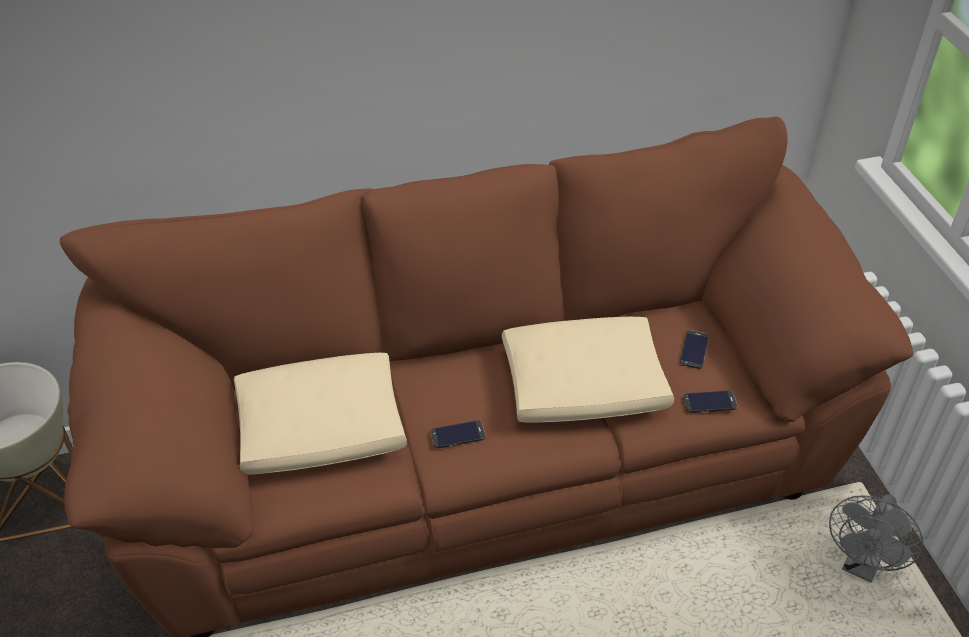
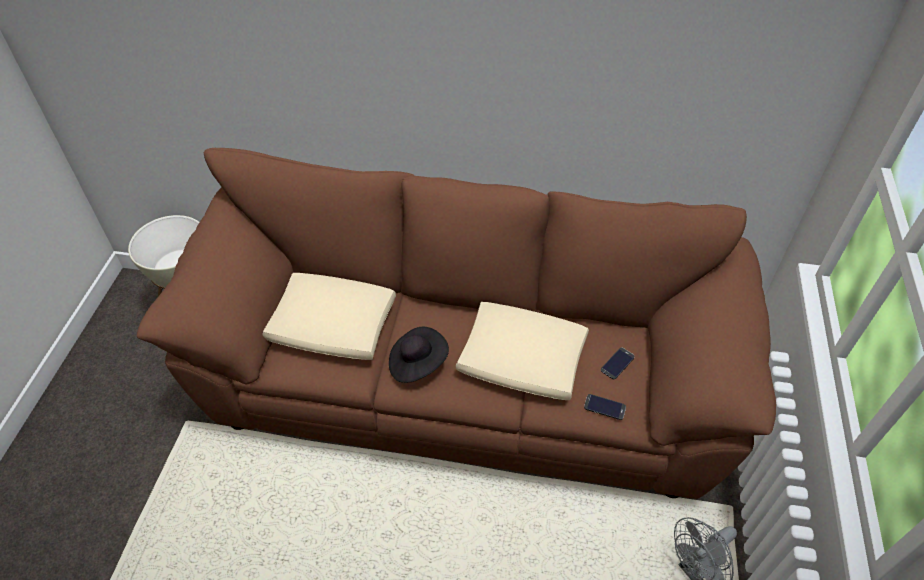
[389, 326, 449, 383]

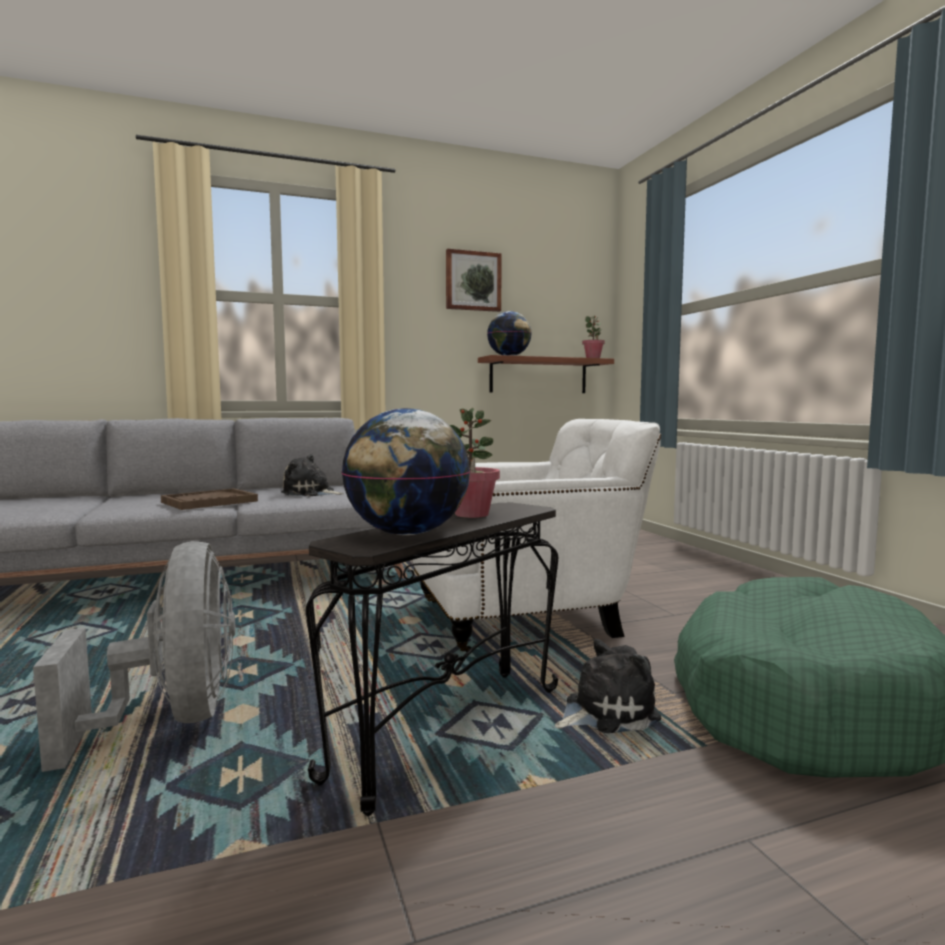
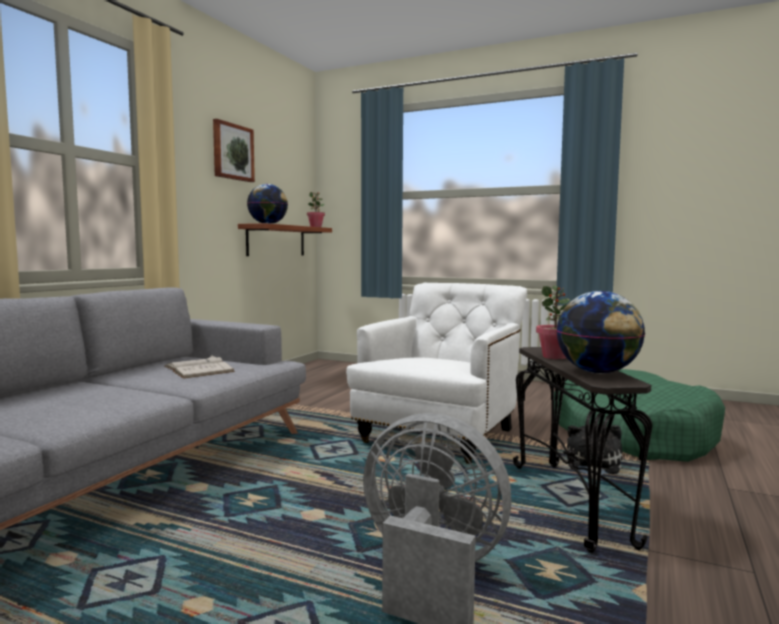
[165, 355, 235, 379]
[161, 488, 258, 510] (first image)

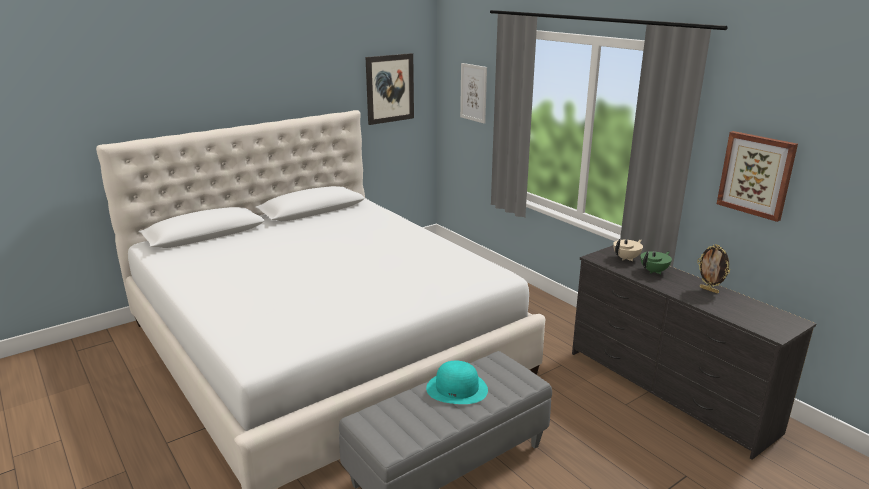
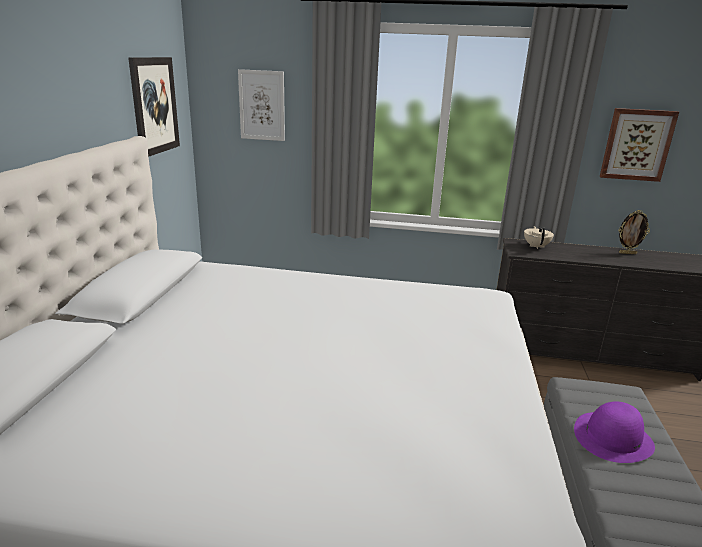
[640, 251, 672, 274] (first image)
[574, 401, 655, 463]

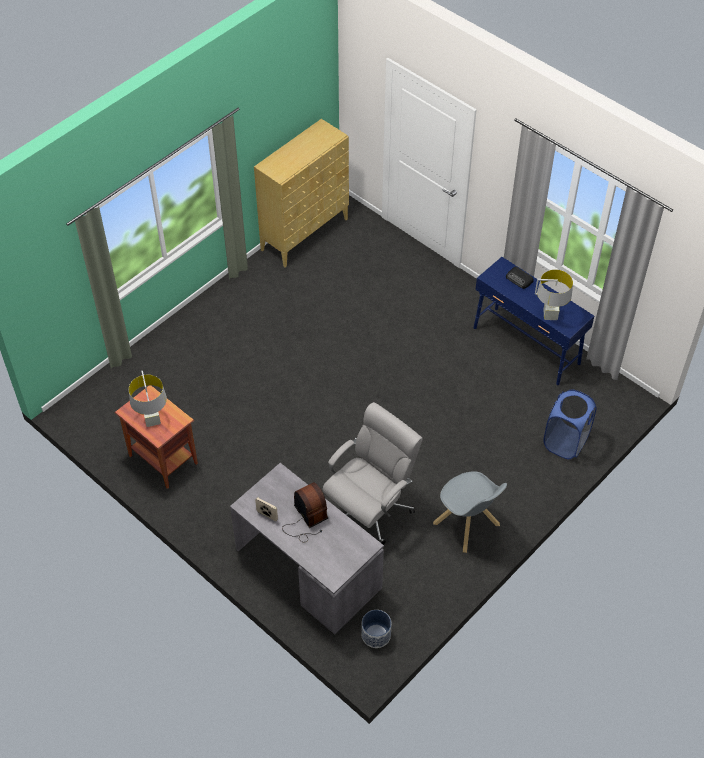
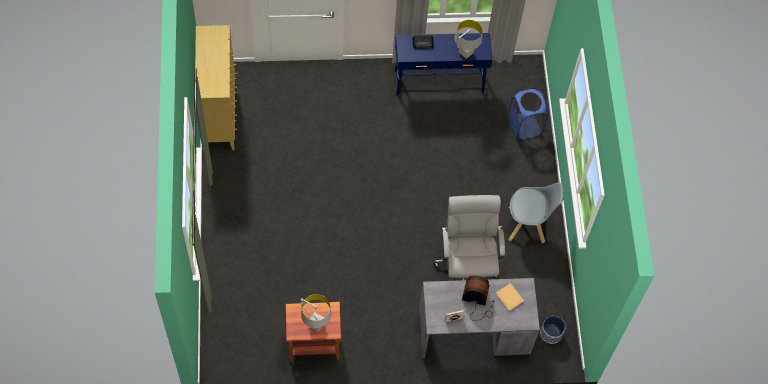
[495, 283, 524, 311]

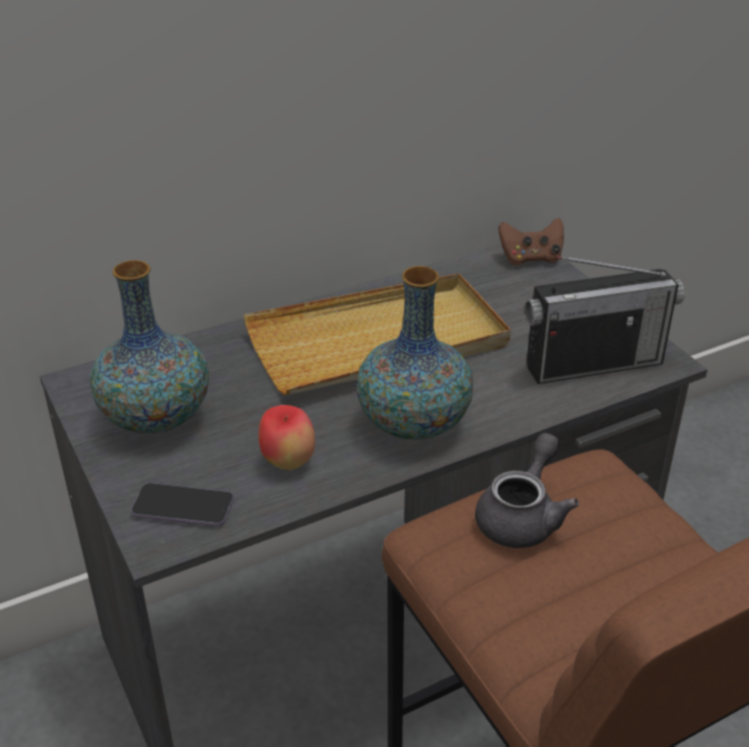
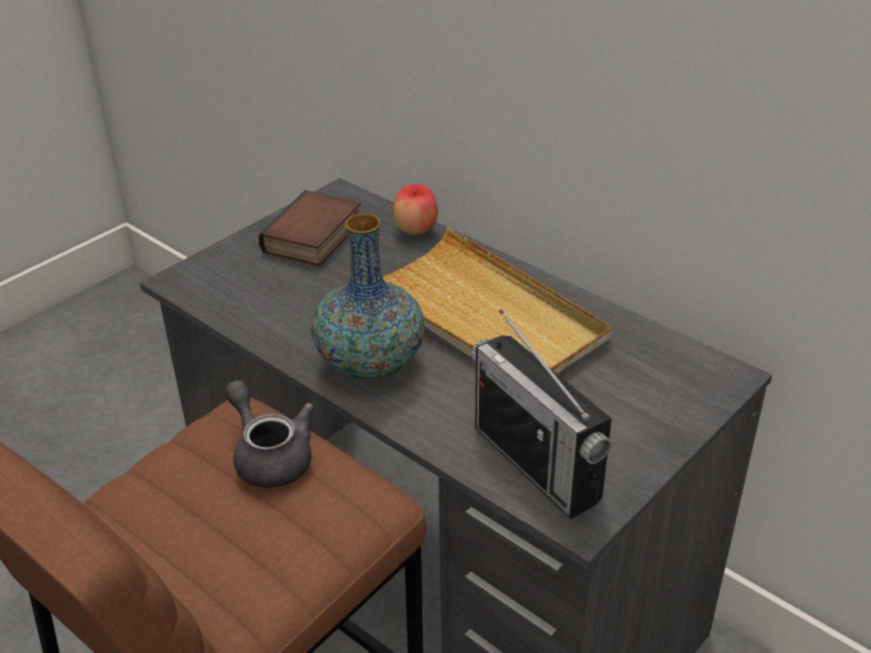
[499, 218, 564, 265] (first image)
[259, 190, 361, 266]
[393, 184, 438, 235]
[225, 380, 314, 488]
[131, 483, 234, 527] (first image)

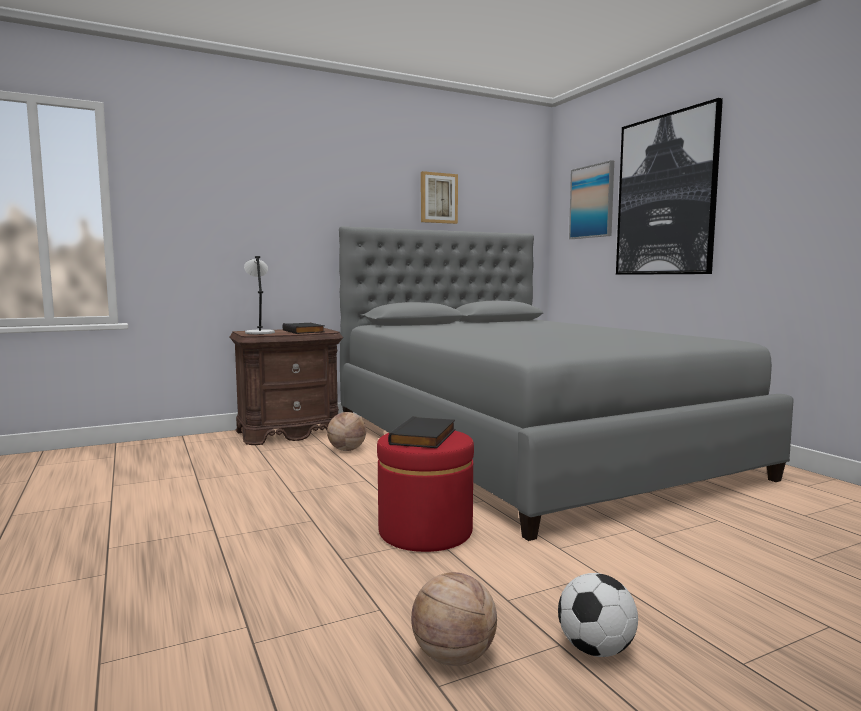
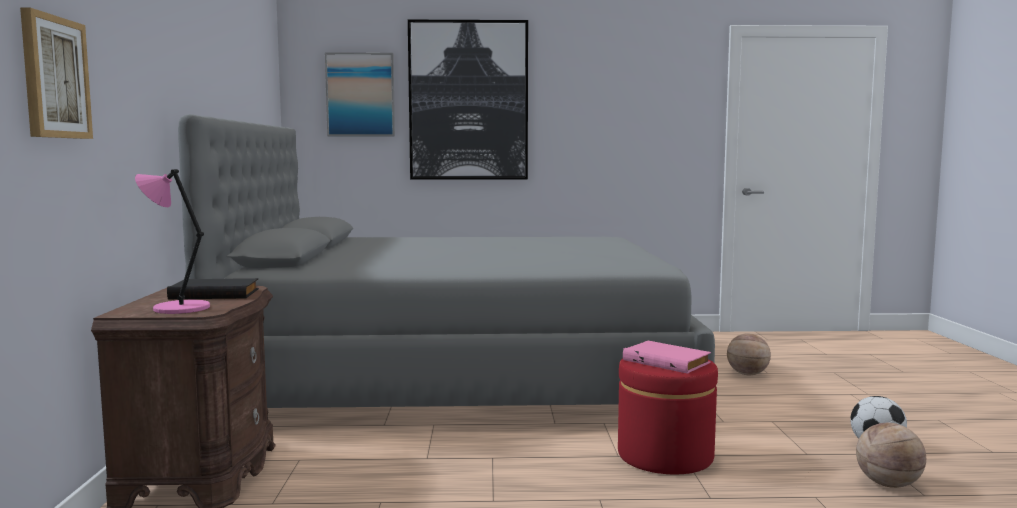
[20, 7, 93, 139]
[135, 169, 210, 314]
[727, 333, 771, 375]
[623, 341, 711, 374]

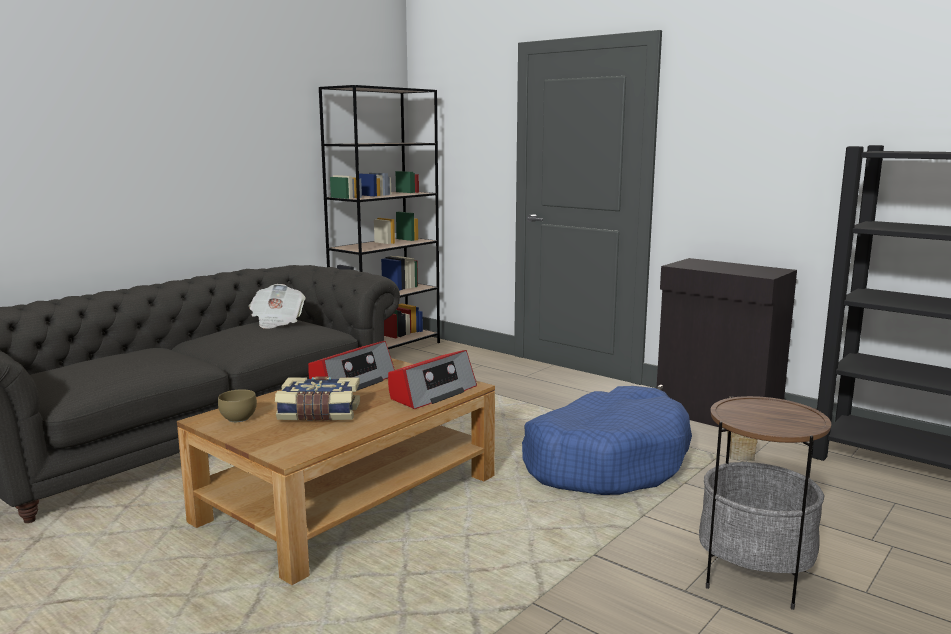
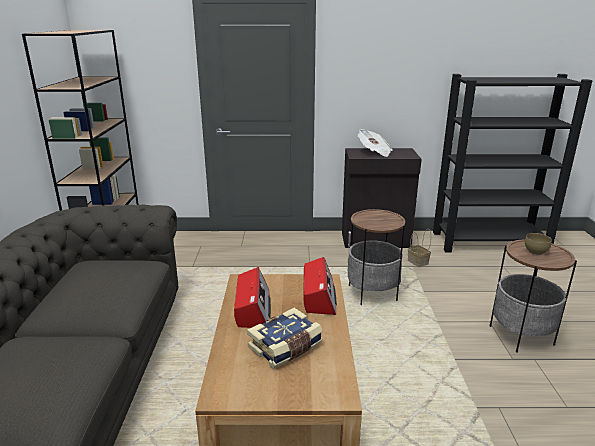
[358, 129, 392, 157]
[348, 209, 405, 305]
[525, 233, 552, 255]

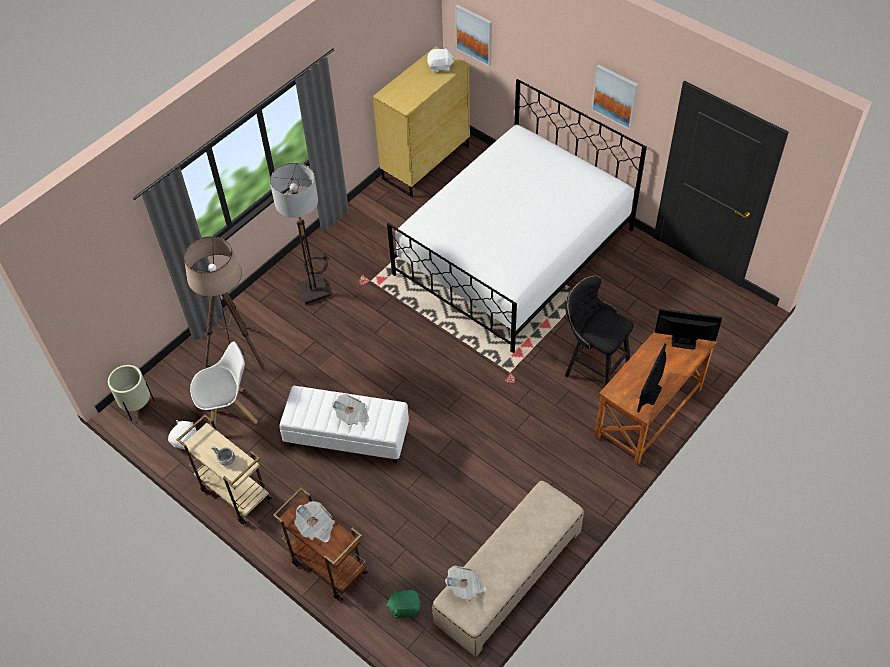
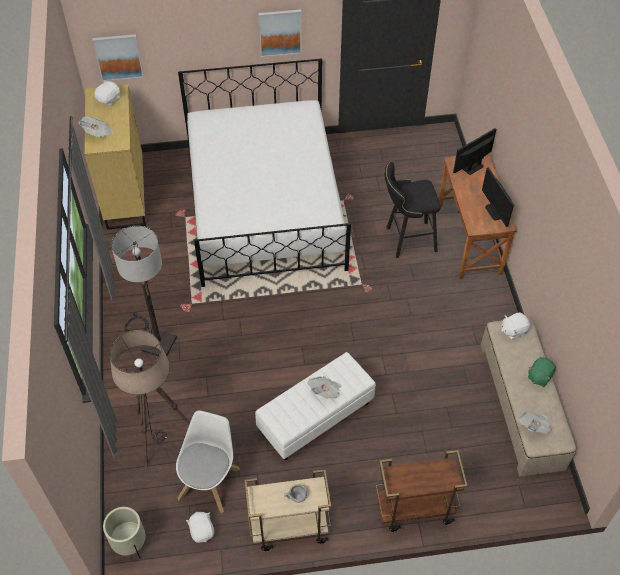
[78, 116, 114, 137]
[528, 357, 556, 387]
[501, 312, 531, 340]

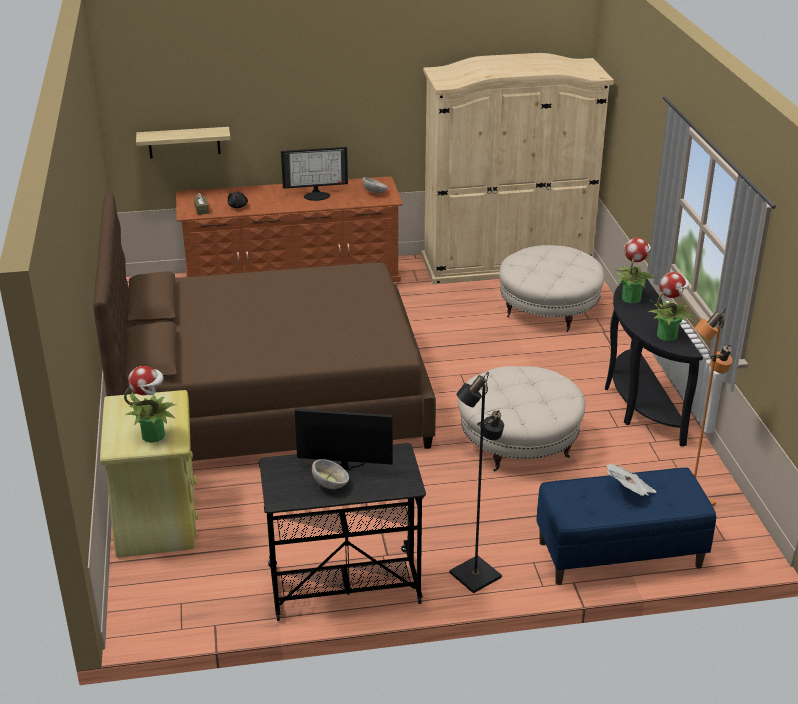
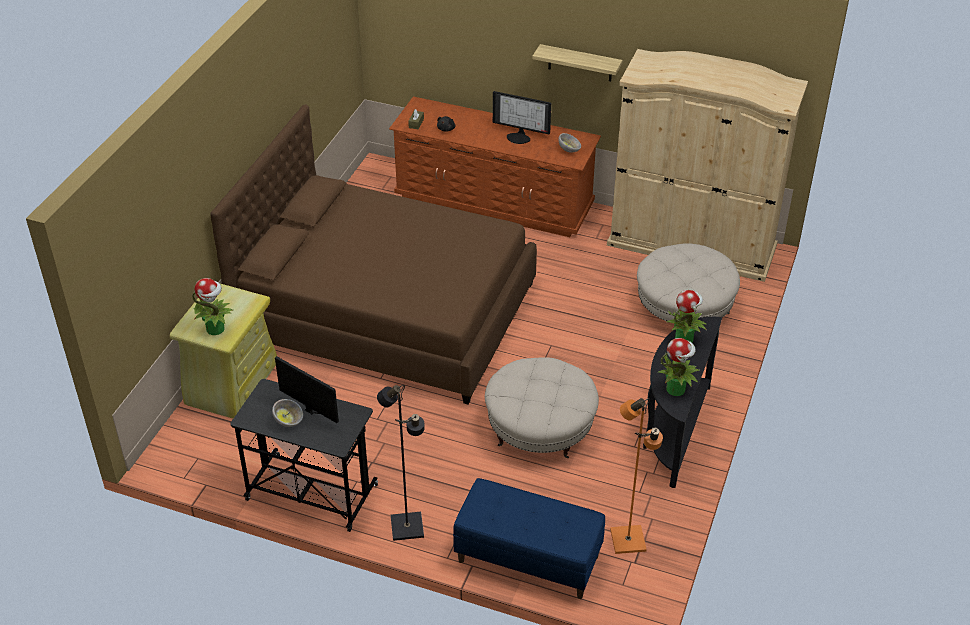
[532, 44, 622, 81]
[606, 464, 656, 496] (first image)

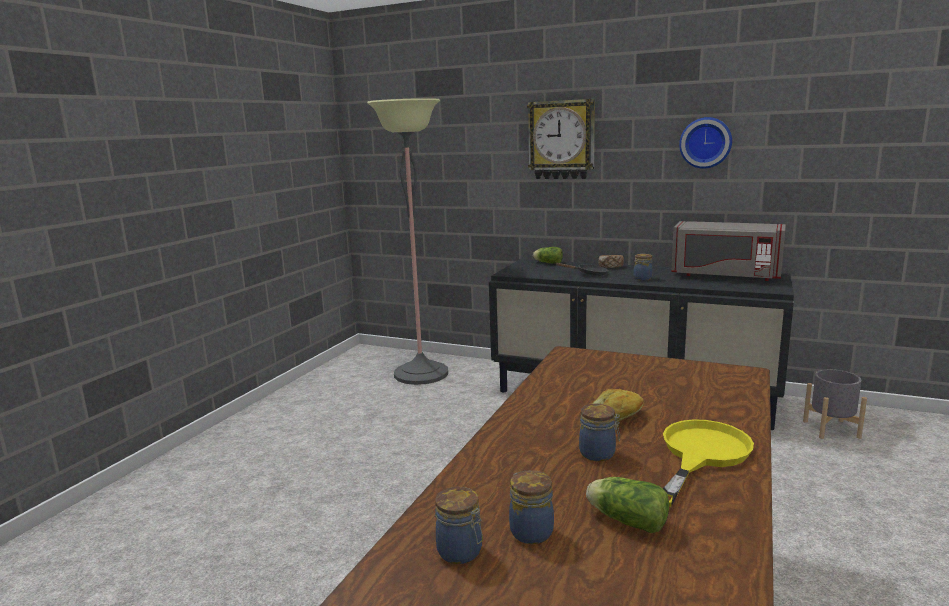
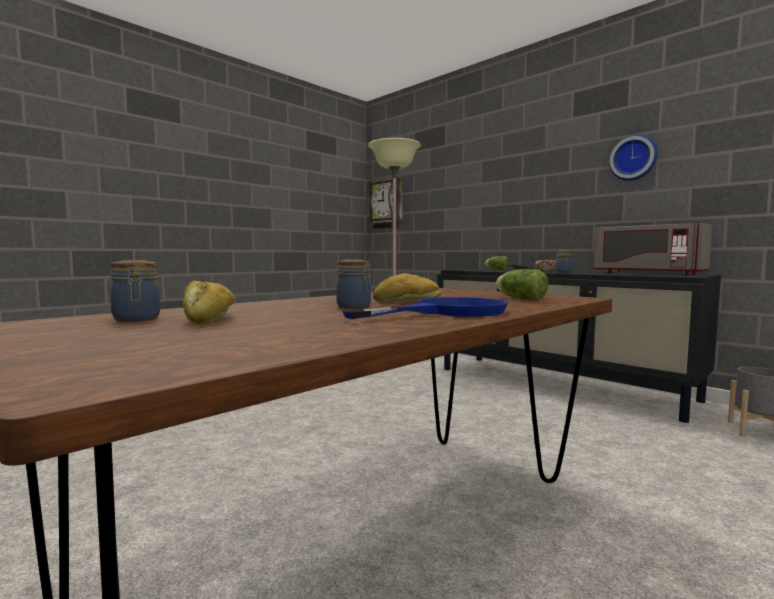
[369, 177, 403, 229]
[342, 297, 508, 319]
[183, 280, 235, 325]
[496, 269, 548, 300]

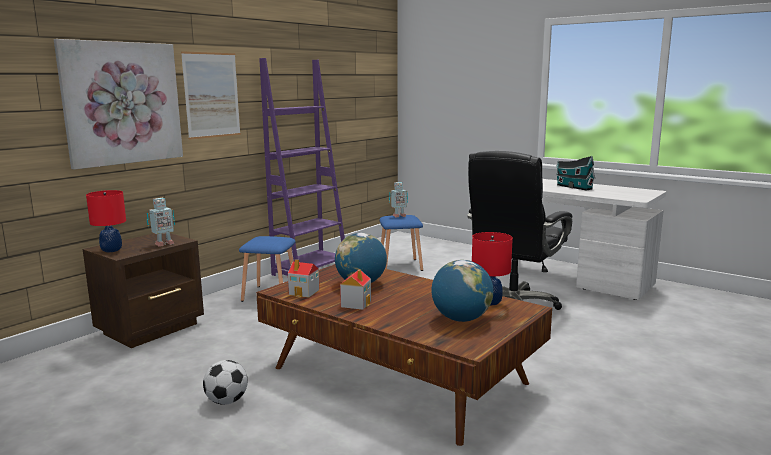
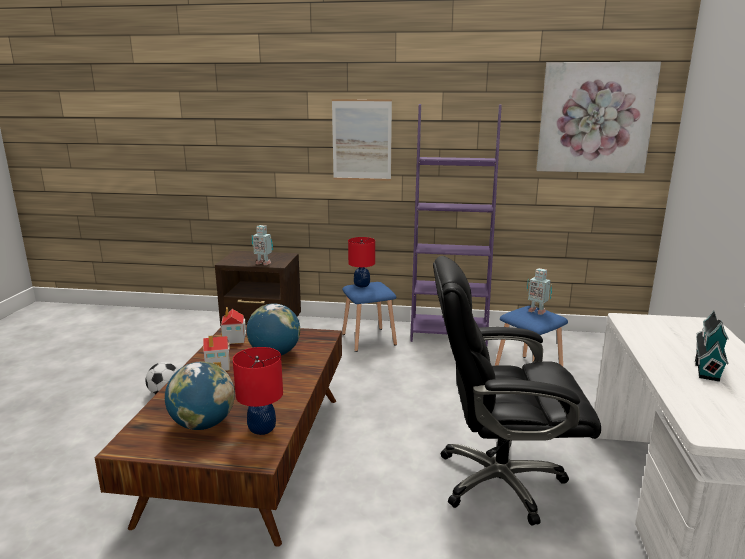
[536, 62, 661, 173]
[348, 237, 375, 288]

